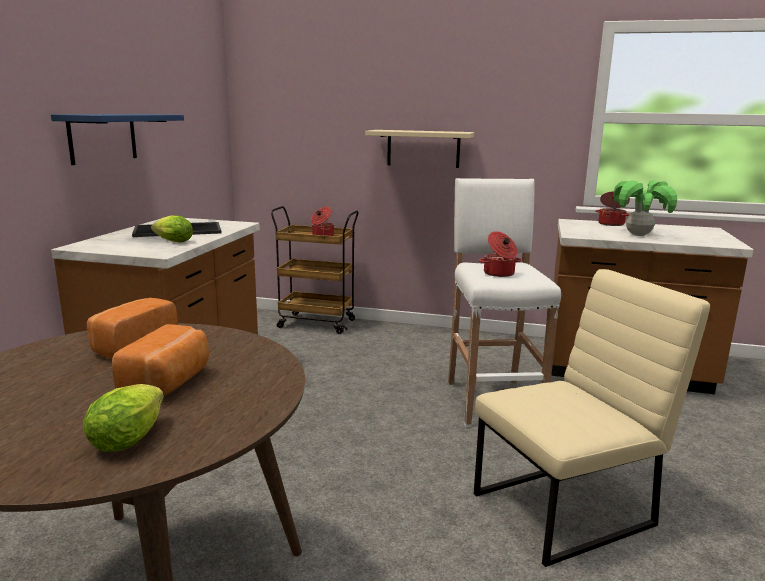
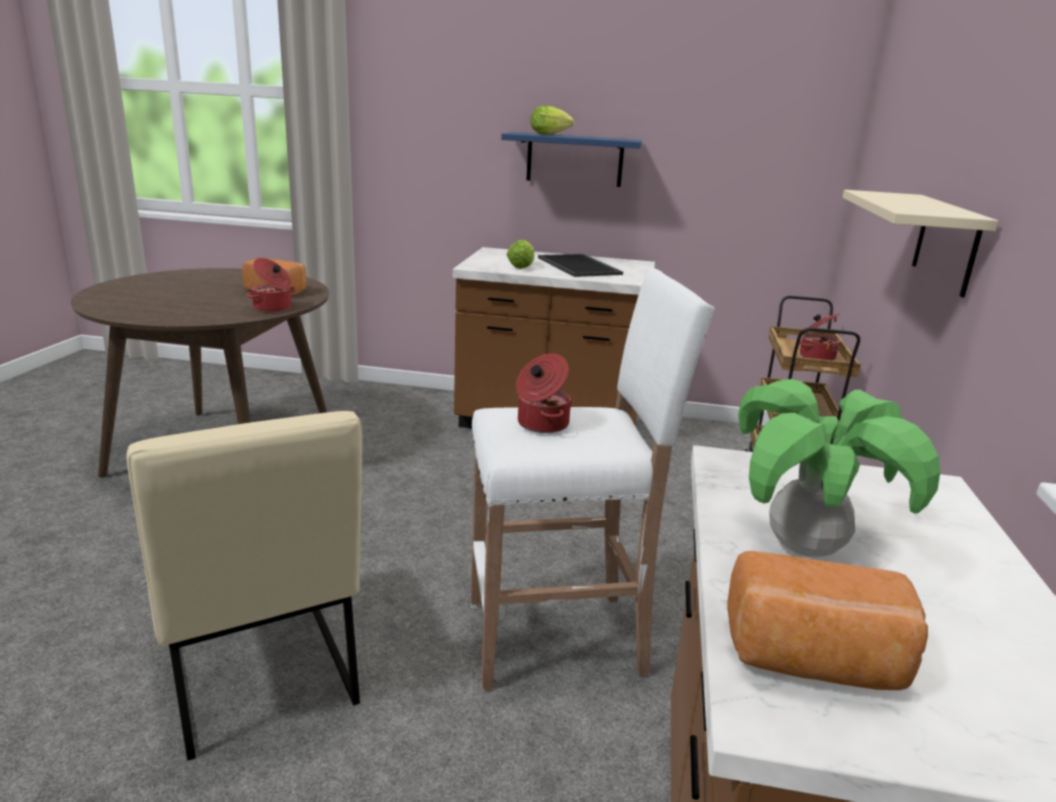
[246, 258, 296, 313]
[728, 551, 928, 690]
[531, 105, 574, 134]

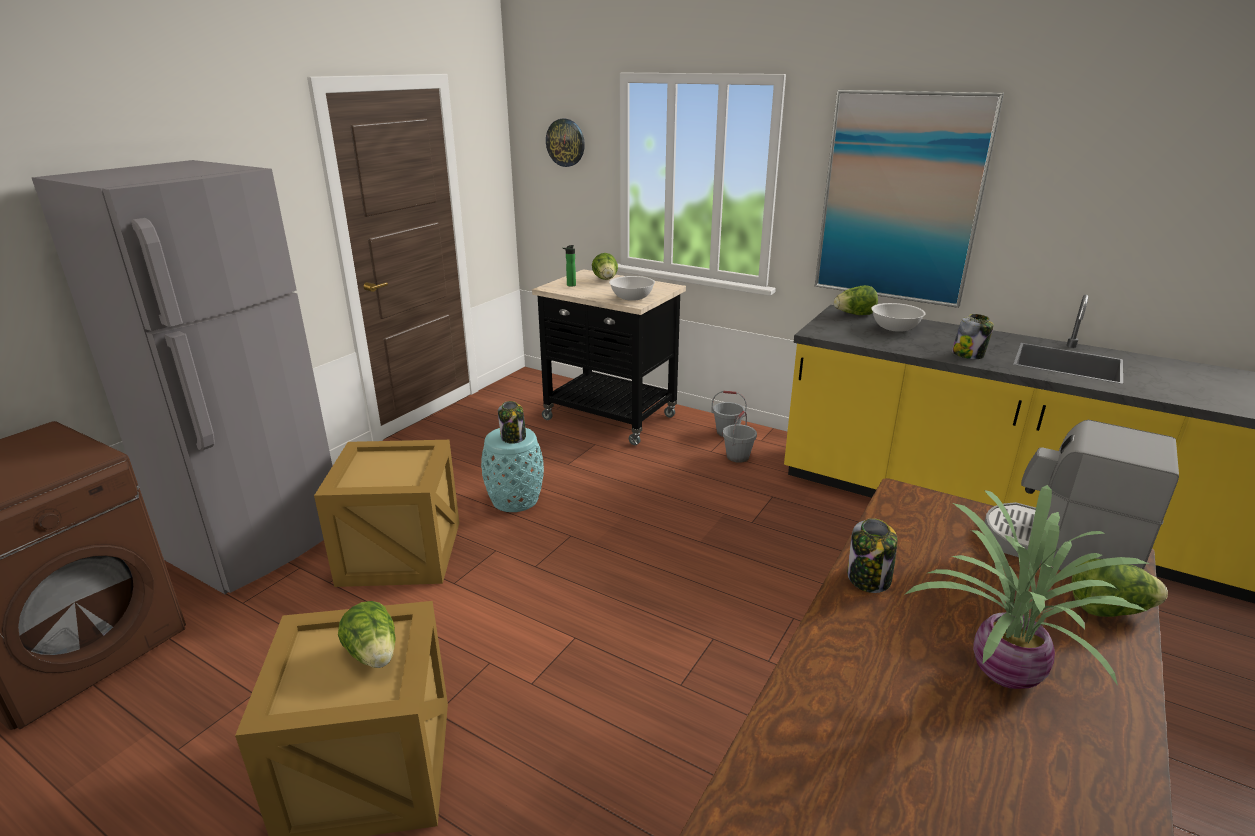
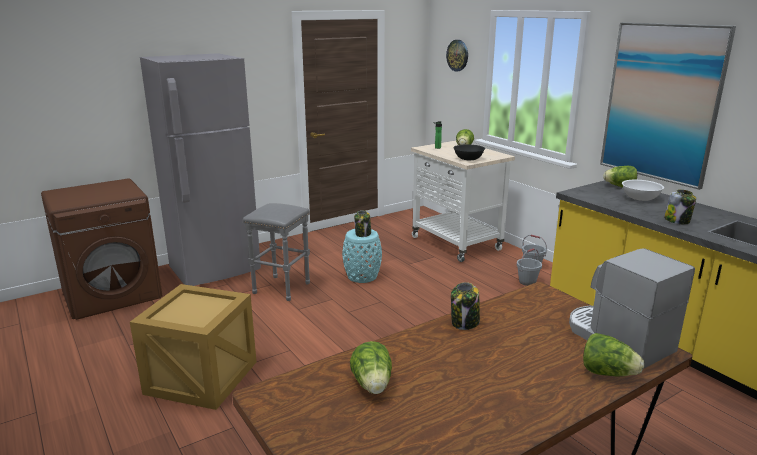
[411, 141, 515, 262]
[453, 144, 485, 160]
[243, 203, 310, 301]
[904, 485, 1150, 689] (first image)
[350, 341, 392, 394]

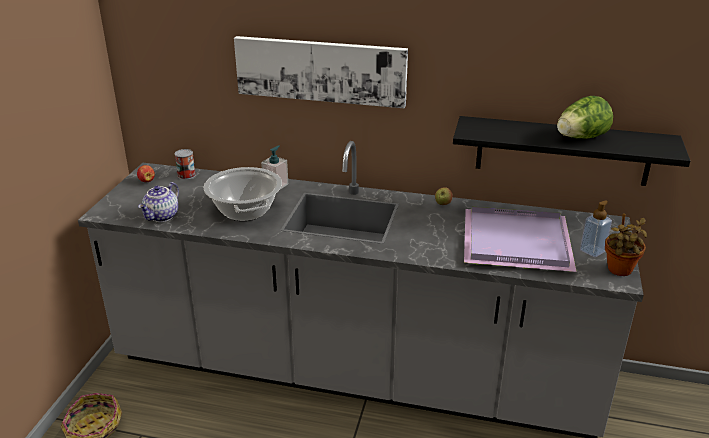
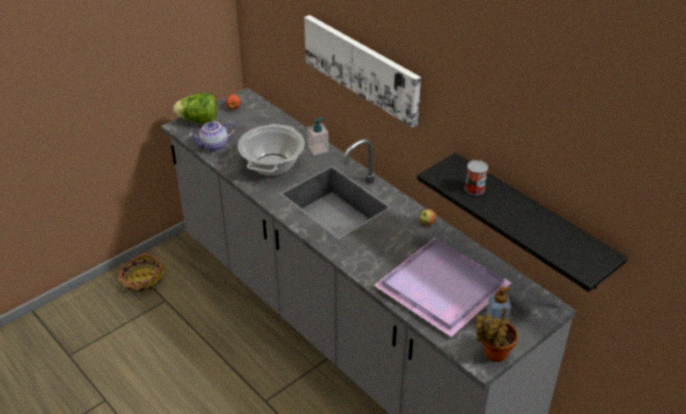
[174, 93, 217, 124]
[465, 160, 488, 195]

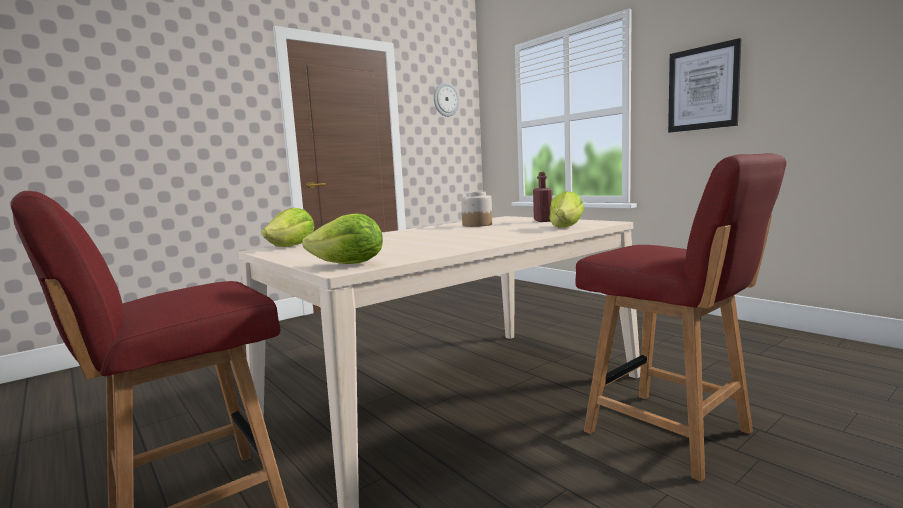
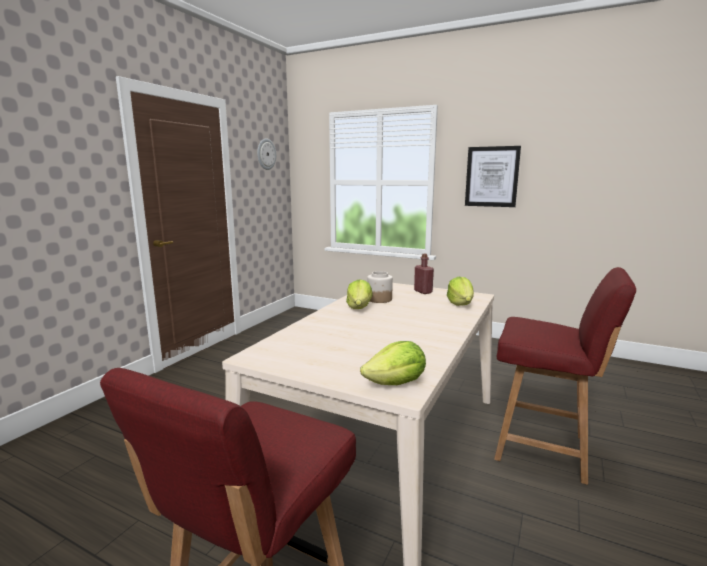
[346, 279, 373, 309]

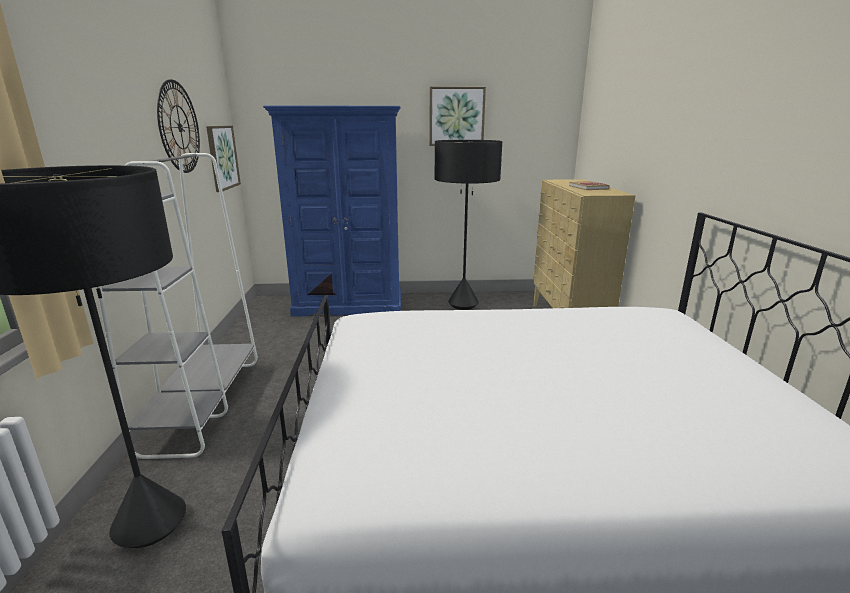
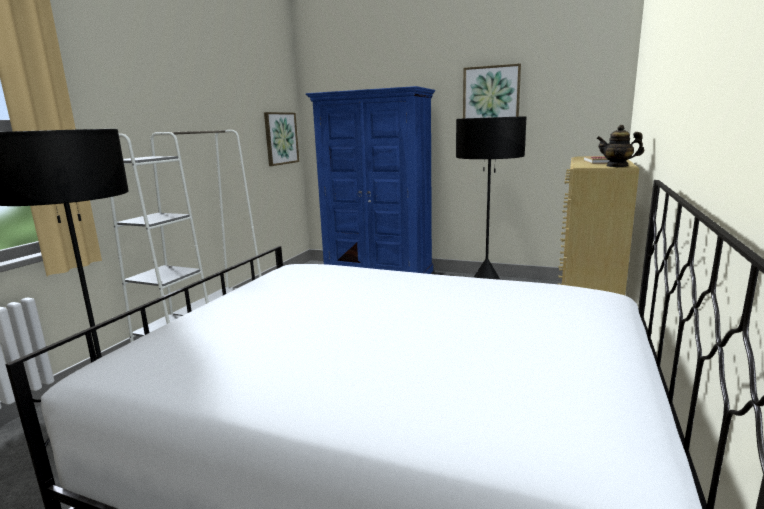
[157, 79, 200, 173] (first image)
[596, 125, 644, 167]

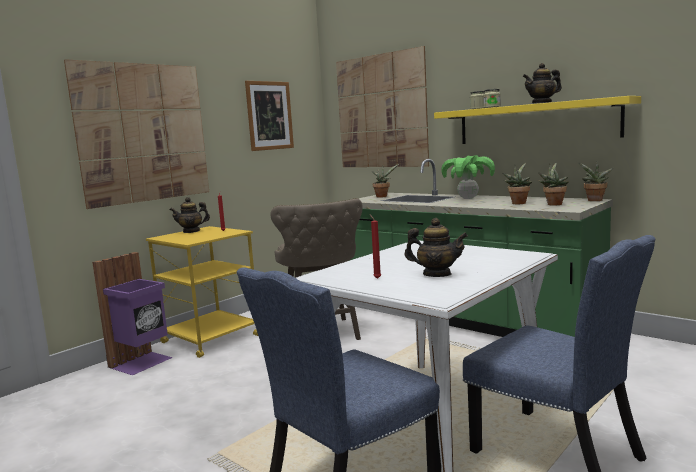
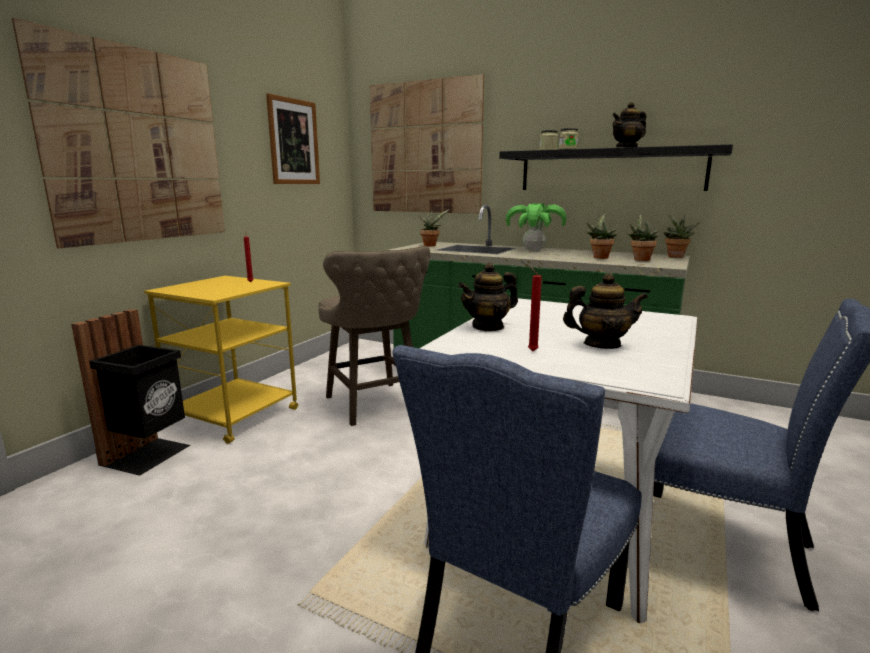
[499, 144, 733, 191]
[458, 263, 518, 331]
[71, 309, 190, 476]

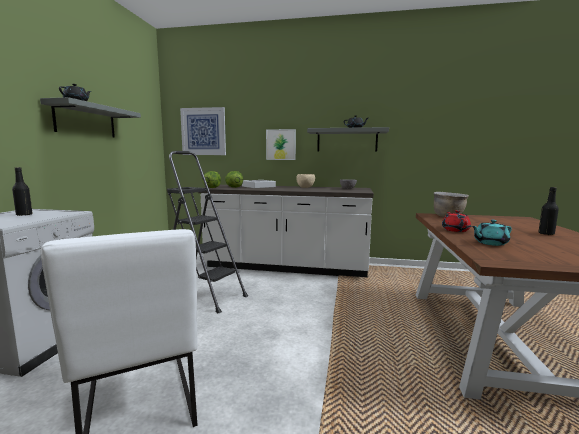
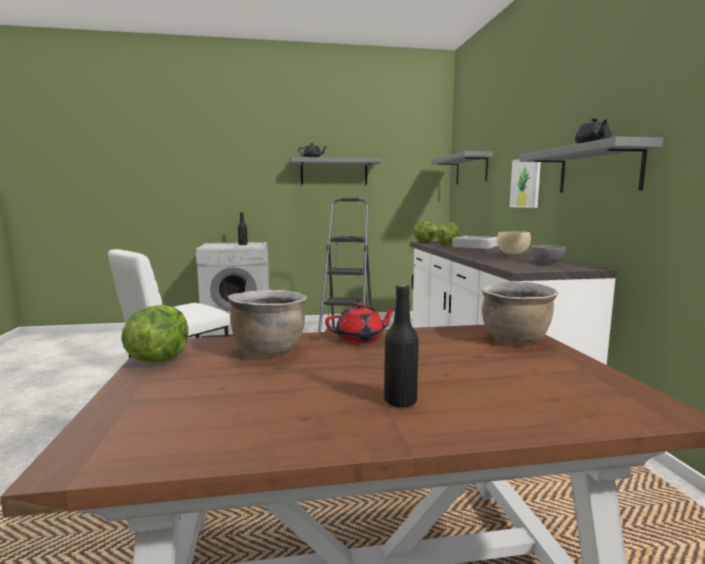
[431, 151, 493, 184]
[228, 290, 307, 357]
[121, 305, 188, 363]

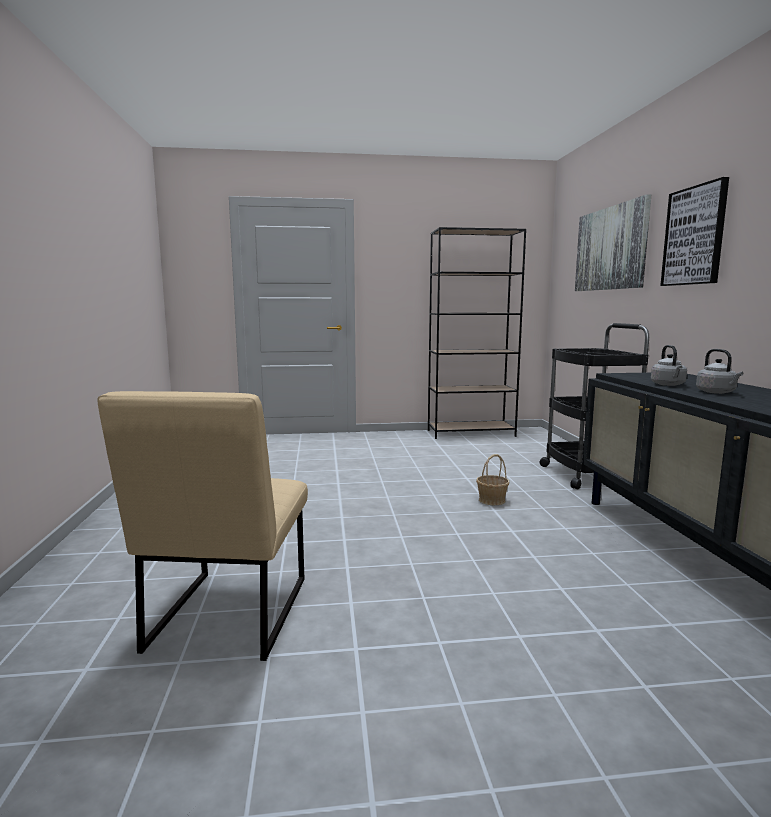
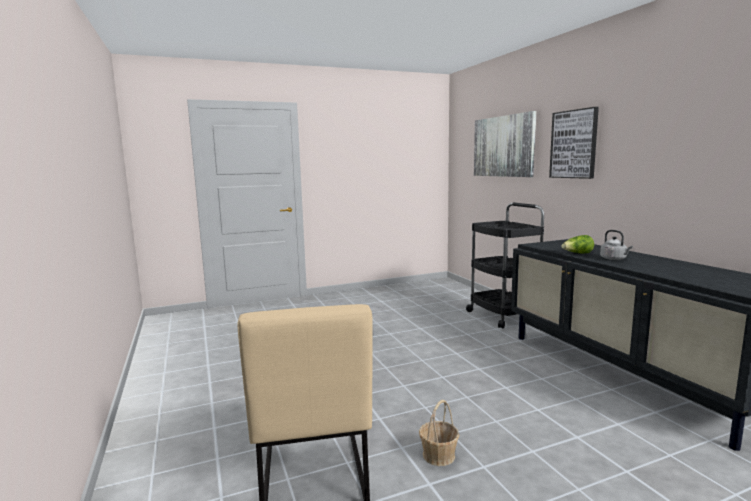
[428, 227, 526, 439] (first image)
[561, 235, 594, 253]
[419, 400, 460, 466]

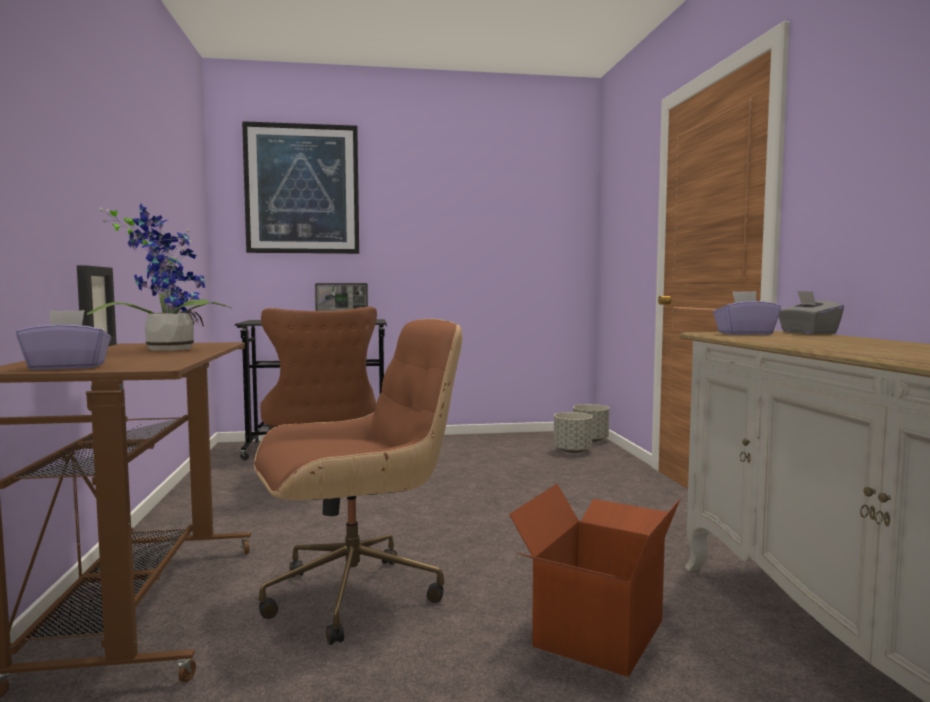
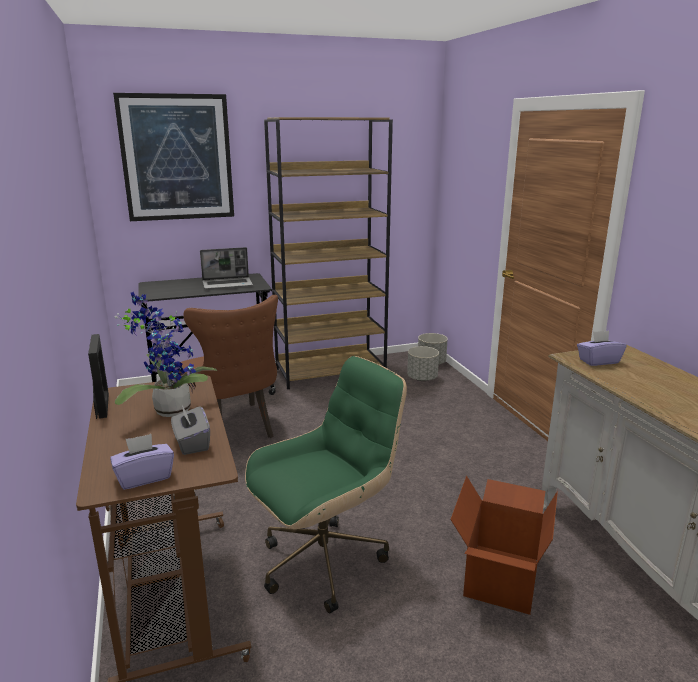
[171, 405, 210, 455]
[245, 356, 407, 613]
[264, 117, 393, 389]

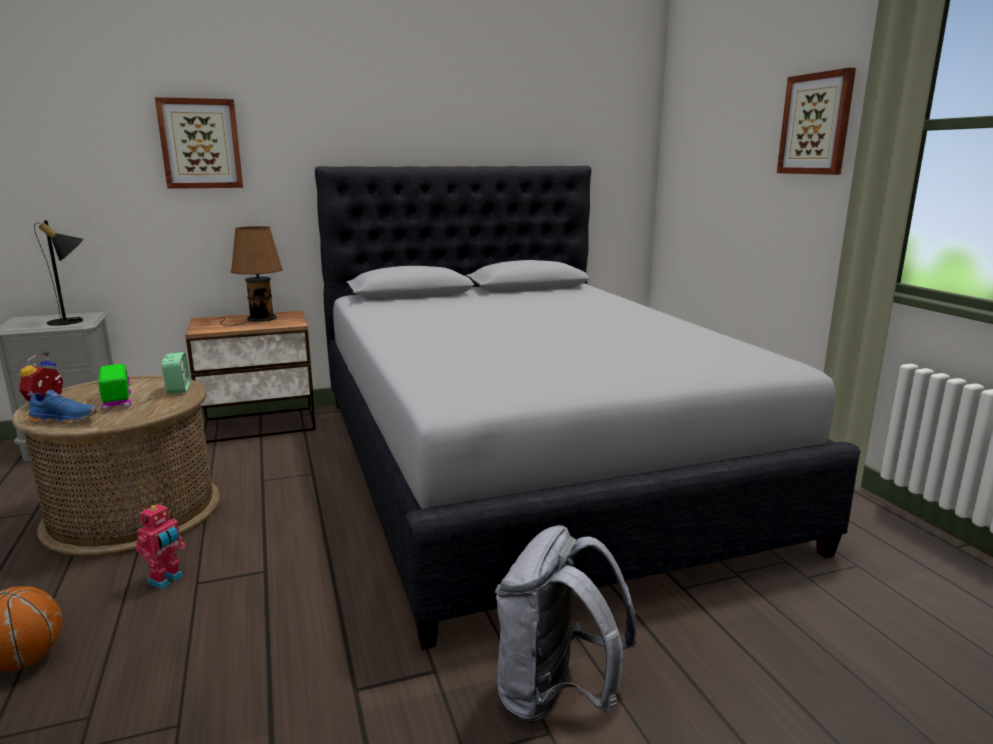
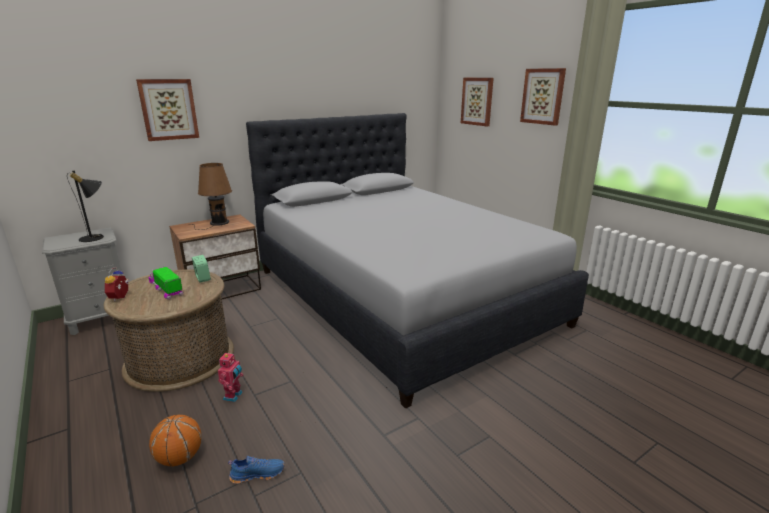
[228, 456, 285, 484]
[495, 525, 637, 723] (first image)
[461, 78, 494, 126]

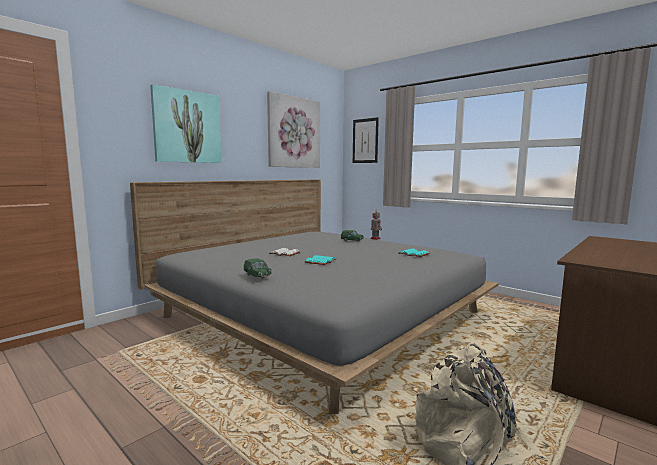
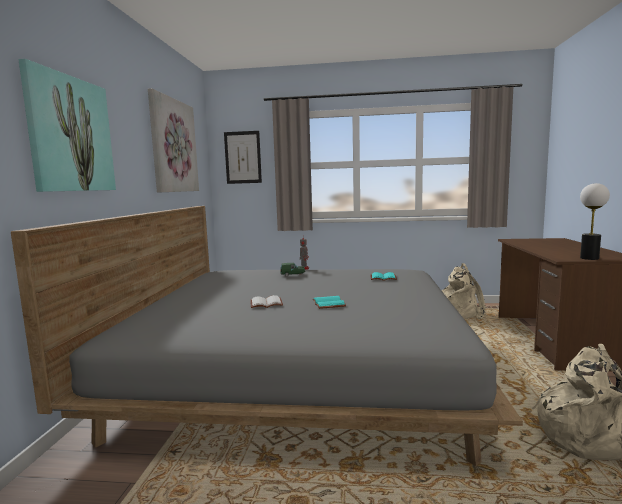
[244, 258, 272, 279] (first image)
[580, 183, 610, 260]
[441, 263, 486, 319]

